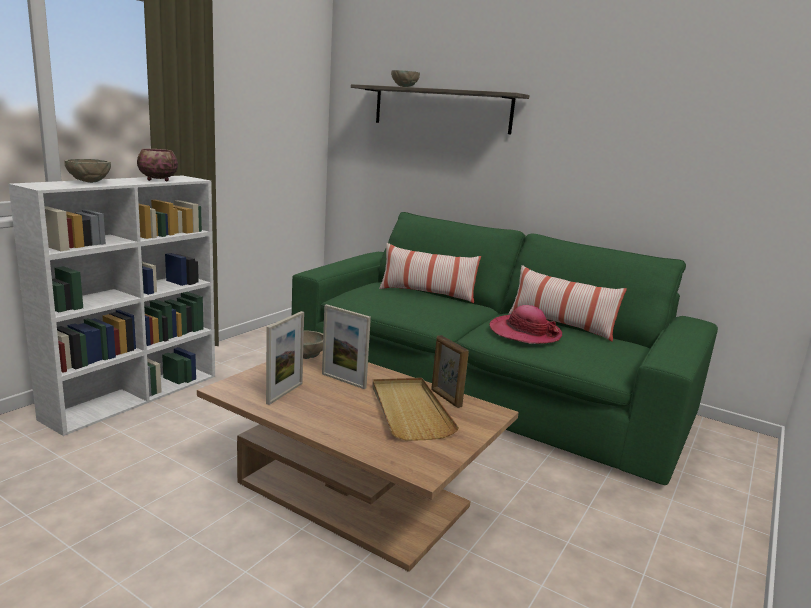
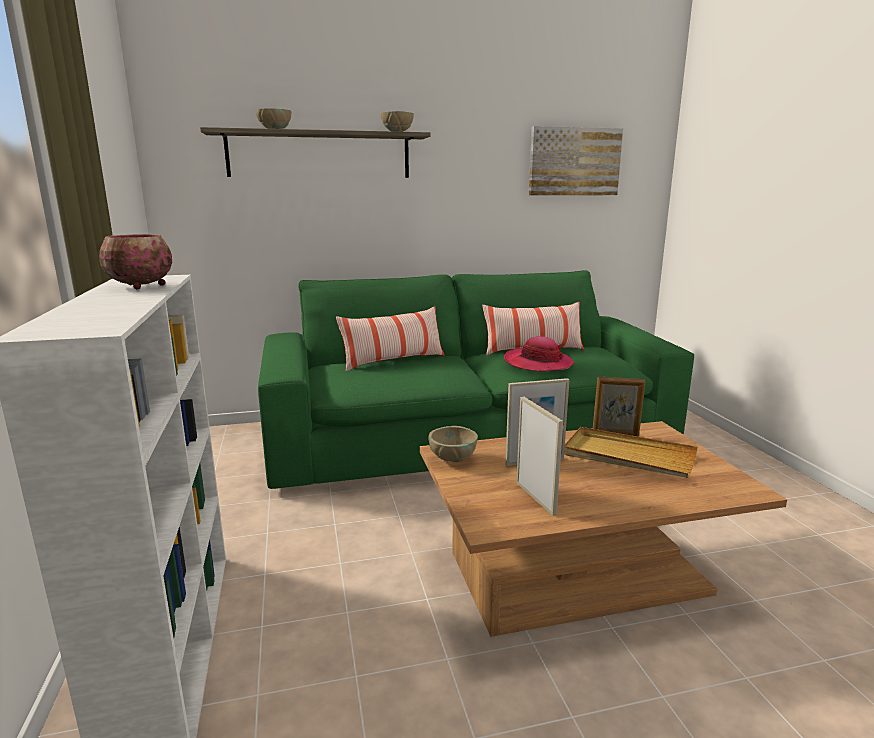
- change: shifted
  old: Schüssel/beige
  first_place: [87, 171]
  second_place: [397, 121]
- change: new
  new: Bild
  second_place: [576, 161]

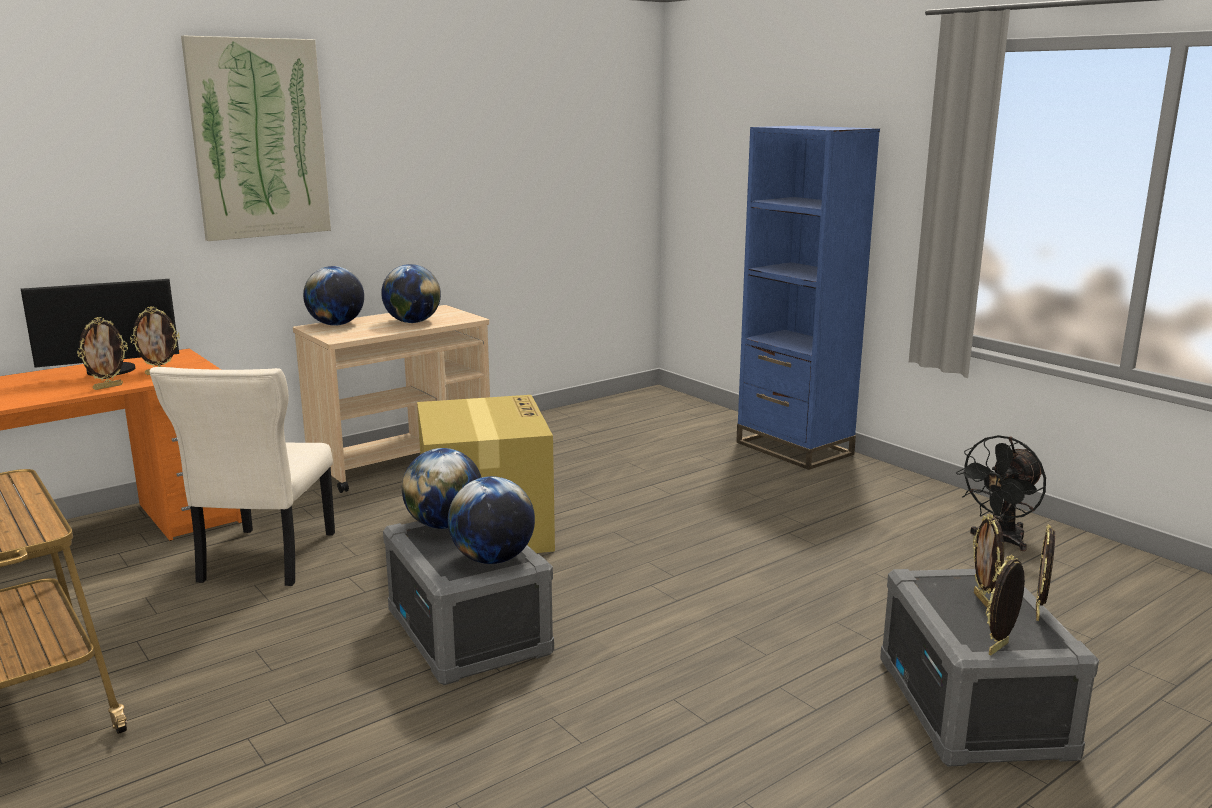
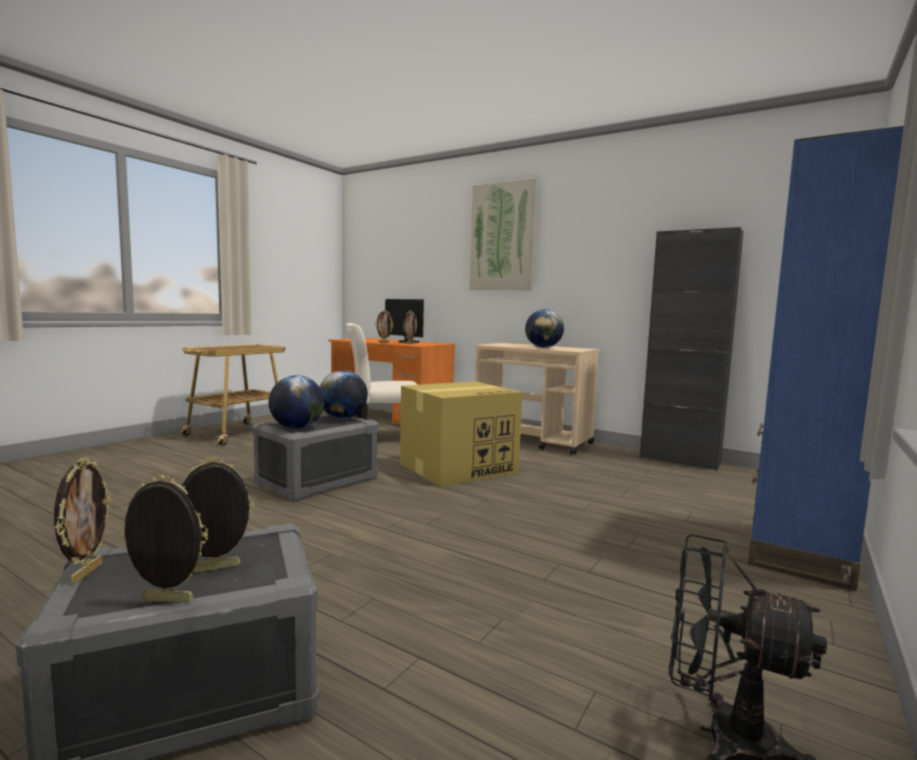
- change: gone
  old: Globus
  first_place: [333, 296]
- change: rotated
  old: Bilderrahmen
  first_place: [1005, 605]
  second_place: [82, 520]
  degrees: 60
- change: new
  new: Schrank/schwarz
  second_place: [691, 349]

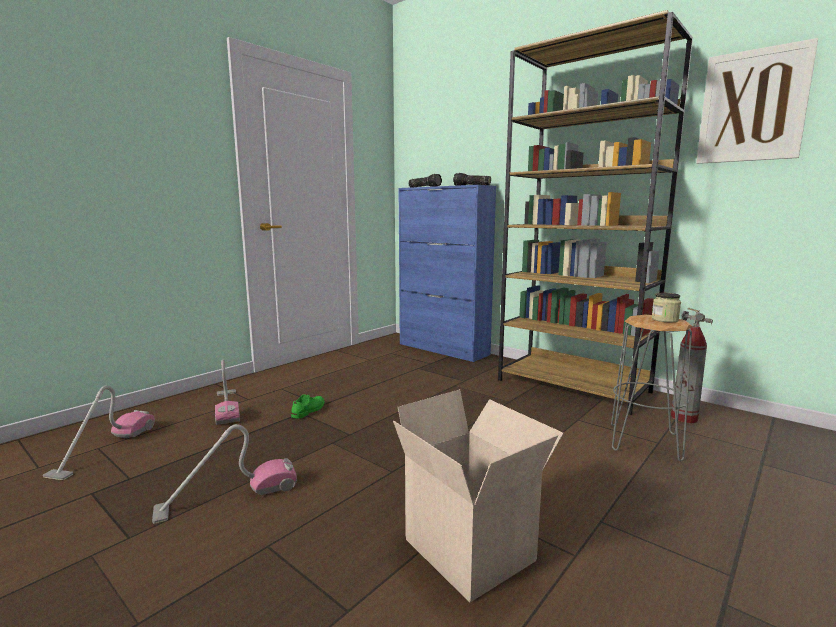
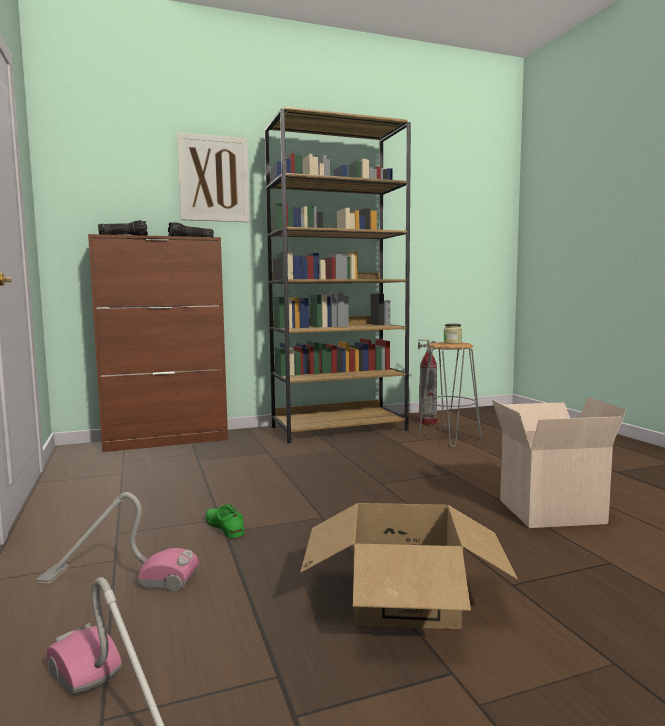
- change: shifted
  old: Bild
  first_place: [757, 101]
  second_place: [213, 177]
- change: repainted
  old: Schrank/blau
  new: Schrank/braun
  first_place: [447, 273]
  second_place: [158, 343]
- change: swapped
  old: Staubsauger
  new: Karton
  first_place: [224, 474]
  second_place: [409, 566]

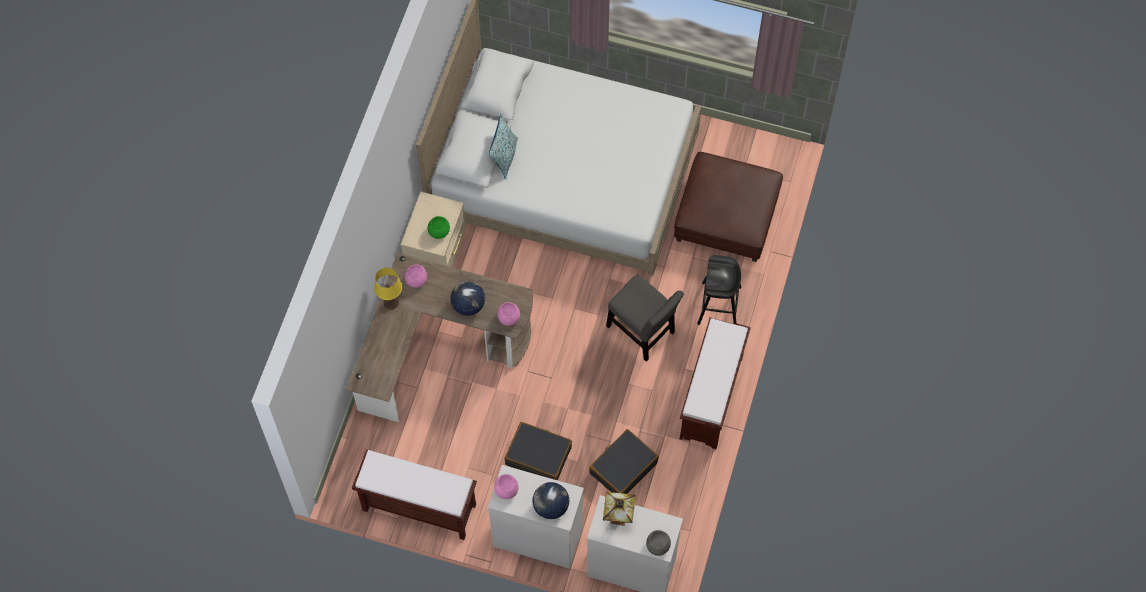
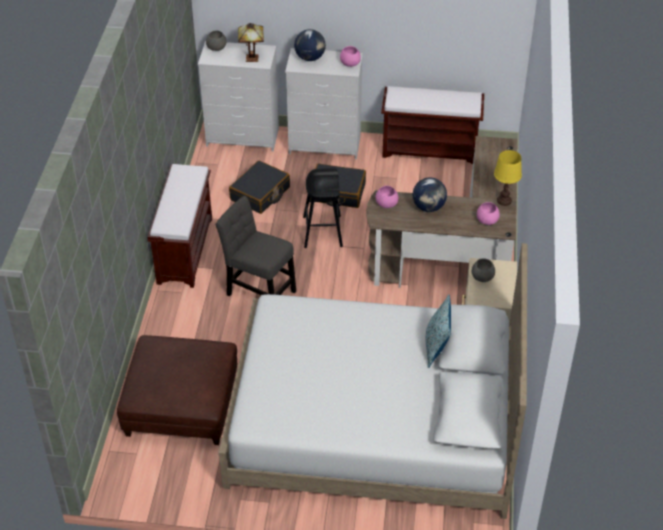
- change: repainted
  old: Schüssel/grün
  new: Schüssel/grau
  first_place: [439, 227]
  second_place: [483, 270]
- change: shifted
  old: Hocker/schwarz
  first_place: [719, 290]
  second_place: [323, 208]

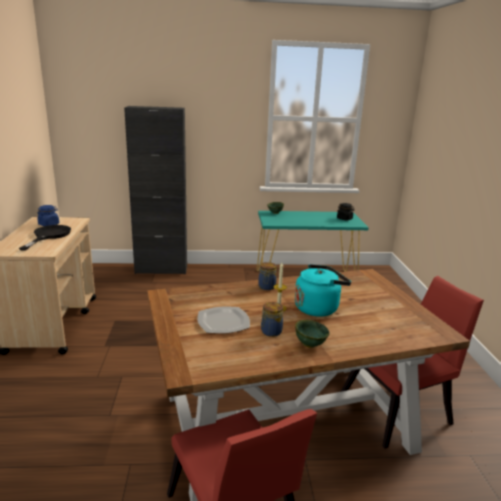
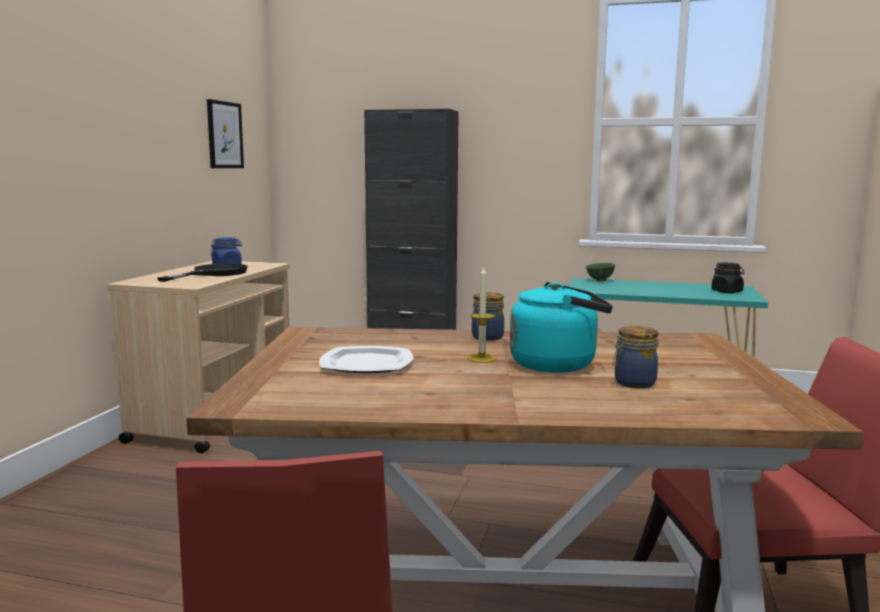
- change: shifted
  old: Vorratsglas
  first_place: [272, 319]
  second_place: [635, 357]
- change: gone
  old: Schüssel/grün
  first_place: [312, 334]
- change: new
  new: Bild
  second_place: [225, 133]

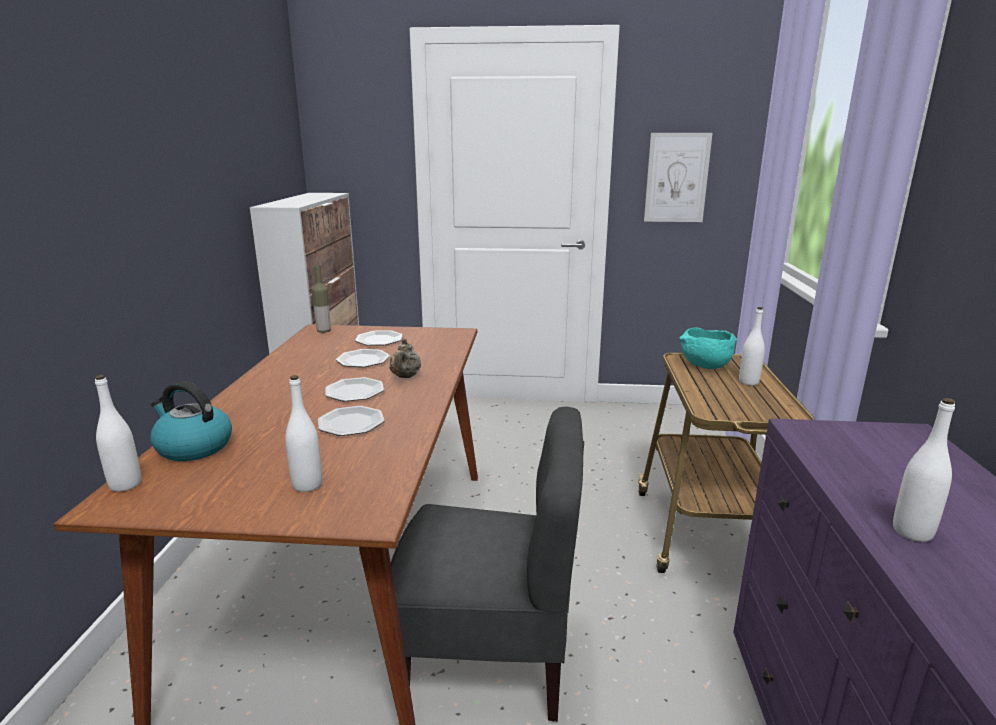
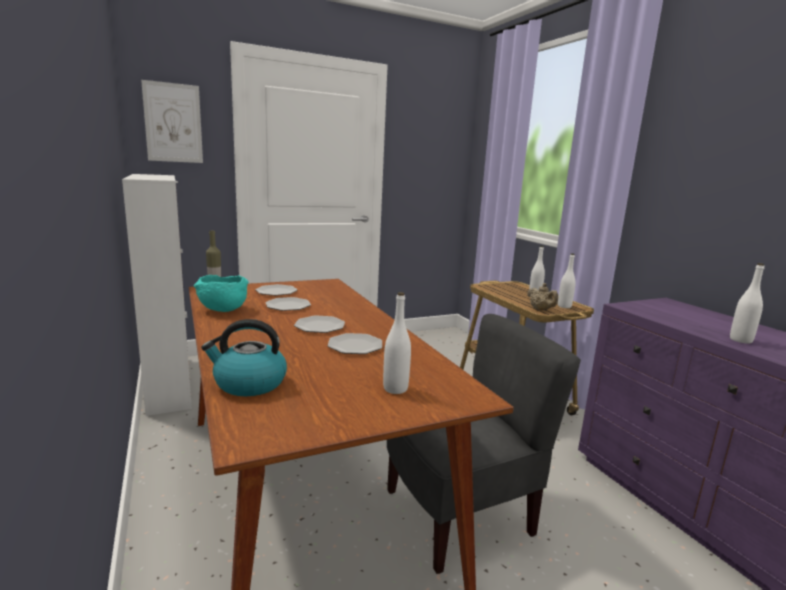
- change: shifted
  old: Bild
  first_place: [678, 177]
  second_place: [172, 121]
- change: shifted
  old: Schüssel/türkis
  first_place: [708, 348]
  second_place: [221, 293]
- change: shifted
  old: Teekanne/beige
  first_place: [405, 358]
  second_place: [542, 296]
- change: shifted
  old: Flasche/weiß
  first_place: [118, 433]
  second_place: [567, 280]

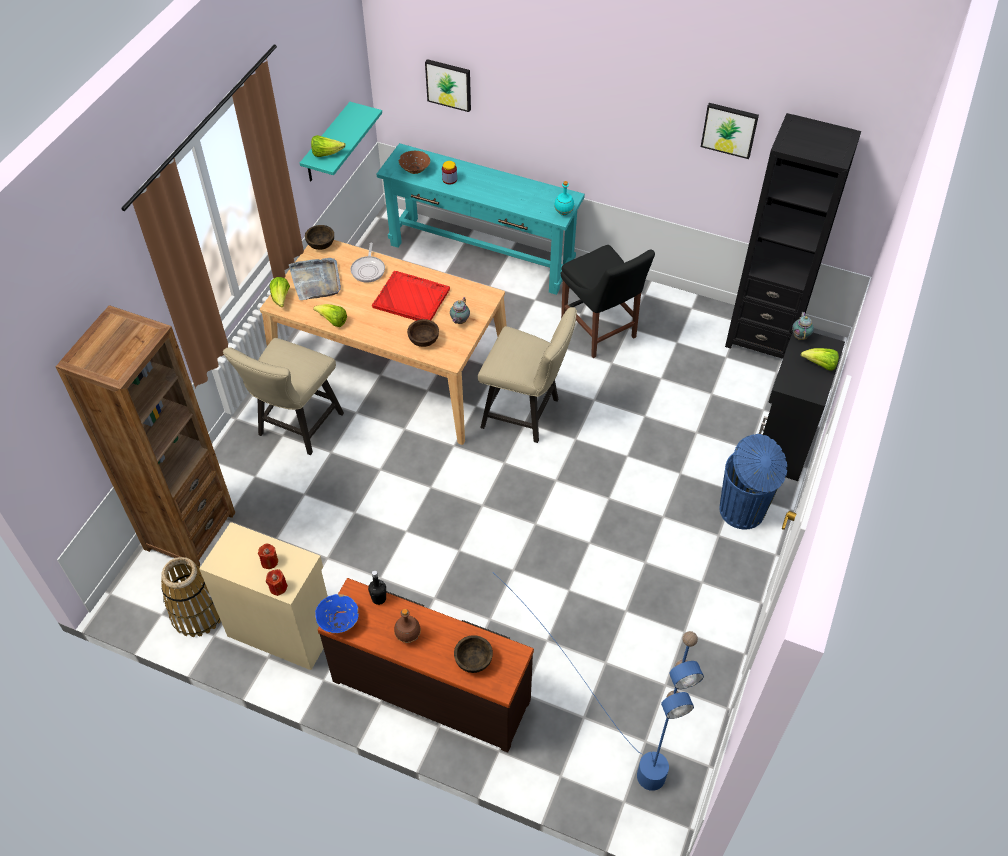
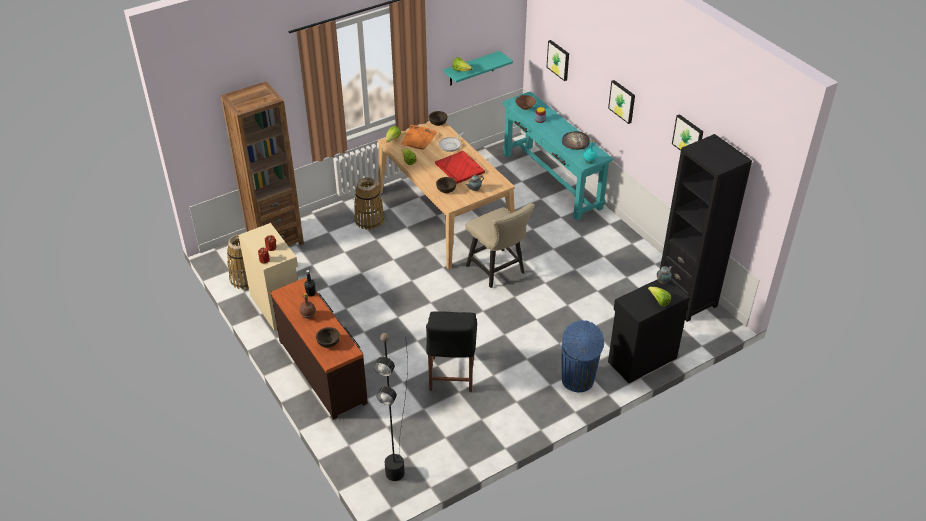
- change: shifted
  old: Stuhl/schwarz
  first_place: [608, 301]
  second_place: [451, 351]
- change: repainted
  old: Tablett/grau
  new: Tablett/orange
  first_place: [315, 279]
  second_place: [419, 137]
- change: swapped
  old: Stuhl/beige
  new: Korb
  first_place: [283, 396]
  second_place: [369, 203]
- change: repainted
  old: Stehlampe/blau
  new: Stehlampe/schwarz
  first_place: [599, 682]
  second_place: [391, 407]
- change: gone
  old: Schüssel/blau
  first_place: [337, 613]
- change: new
  new: Bild
  second_place: [621, 102]
- change: new
  new: Brot
  second_place: [576, 140]

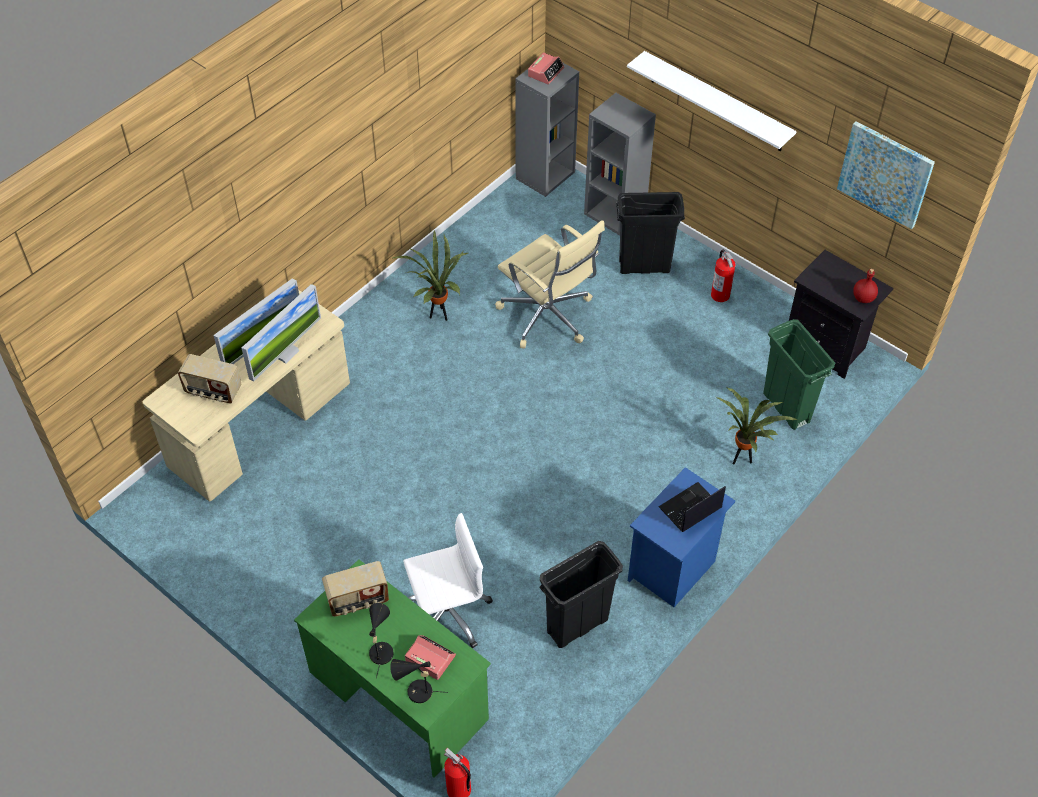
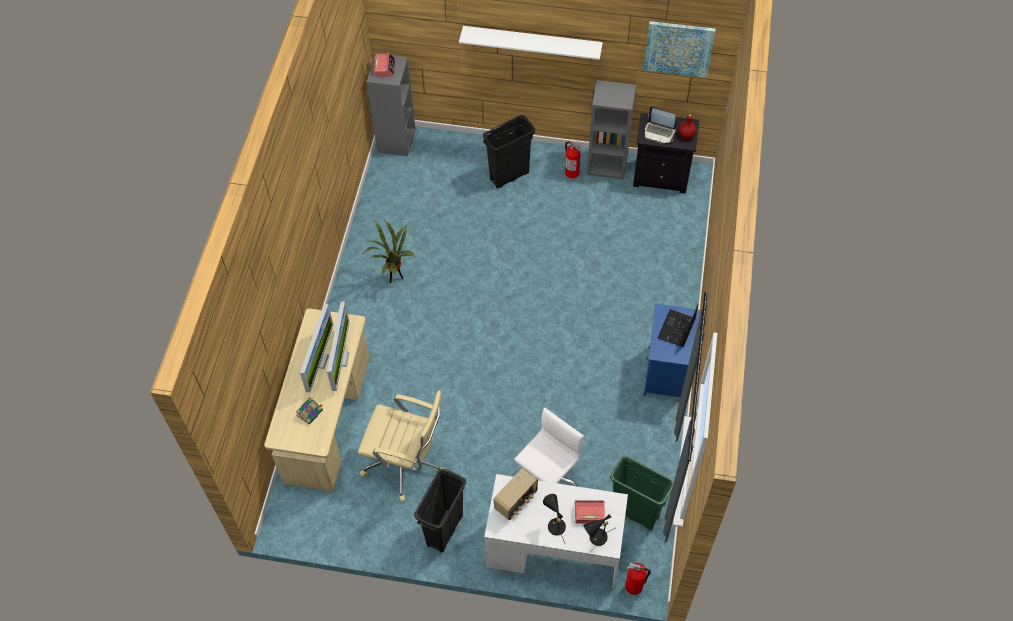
- change: shifted
  old: Bücherregal/grau
  first_place: [620, 164]
  second_place: [611, 130]
- change: shifted
  old: Bürostuhl/beige
  first_place: [550, 284]
  second_place: [401, 446]
- change: shifted
  old: Mülleimer/grün
  first_place: [799, 374]
  second_place: [642, 492]
- change: swapped
  old: Radio
  new: Buch
  first_place: [210, 378]
  second_place: [309, 411]
- change: gone
  old: Topfpflanze
  first_place: [757, 426]
- change: shifted
  old: Mülleimer/schwarz
  first_place: [581, 594]
  second_place: [440, 510]
- change: repainted
  old: Schreibtisch/grün
  new: Schreibtisch/weiß
  first_place: [392, 668]
  second_place: [556, 531]
- change: new
  new: Laptop
  second_place: [660, 125]

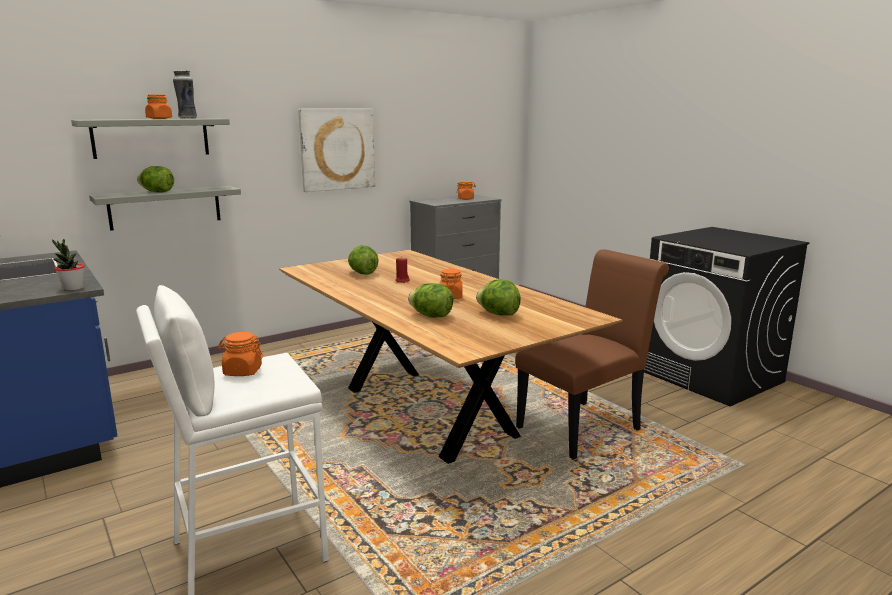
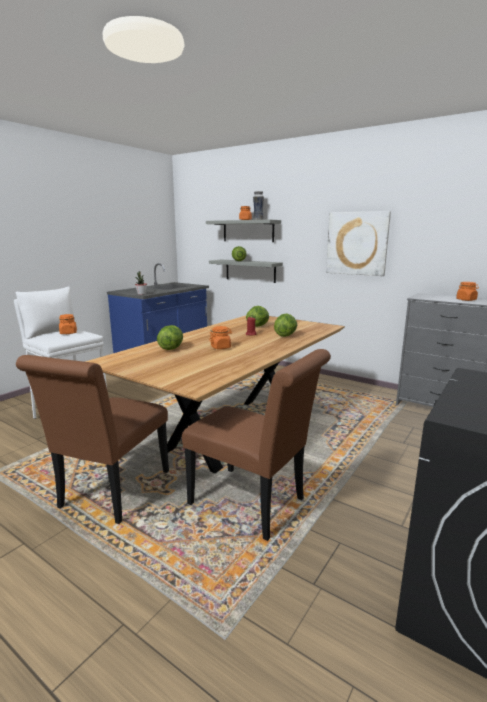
- change: shifted
  old: Salatkopf
  first_place: [498, 297]
  second_place: [285, 325]
- change: new
  new: Stuhl/braun
  second_place: [92, 439]

